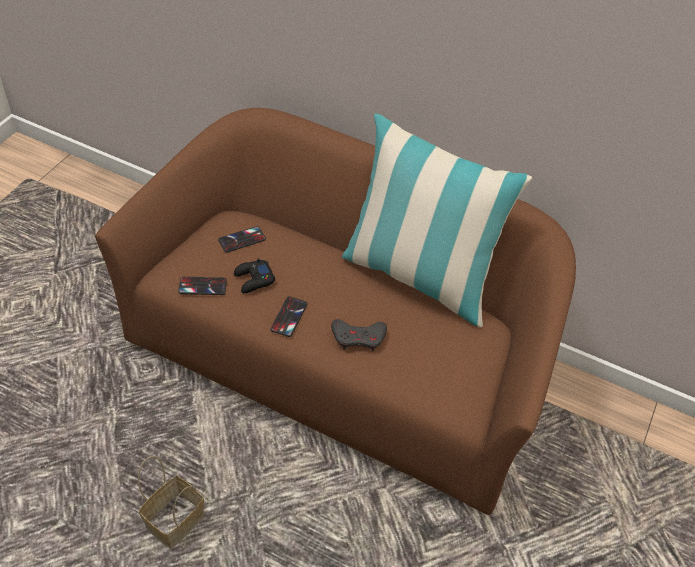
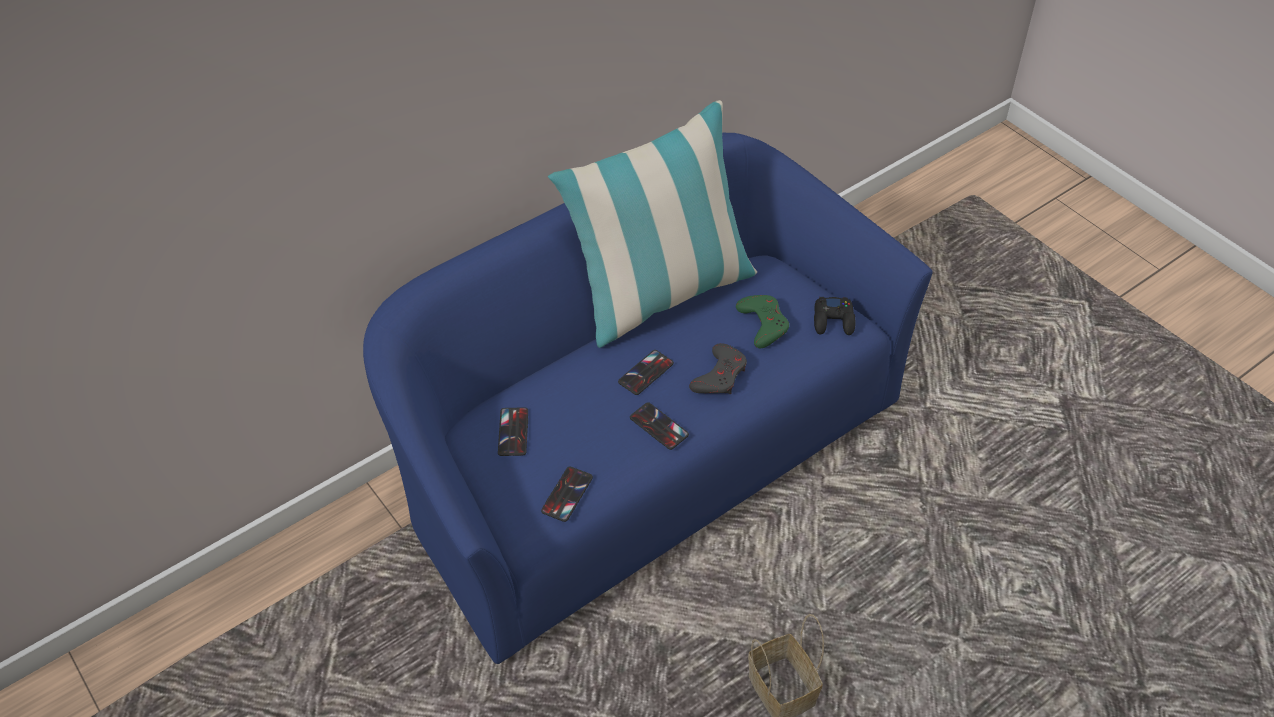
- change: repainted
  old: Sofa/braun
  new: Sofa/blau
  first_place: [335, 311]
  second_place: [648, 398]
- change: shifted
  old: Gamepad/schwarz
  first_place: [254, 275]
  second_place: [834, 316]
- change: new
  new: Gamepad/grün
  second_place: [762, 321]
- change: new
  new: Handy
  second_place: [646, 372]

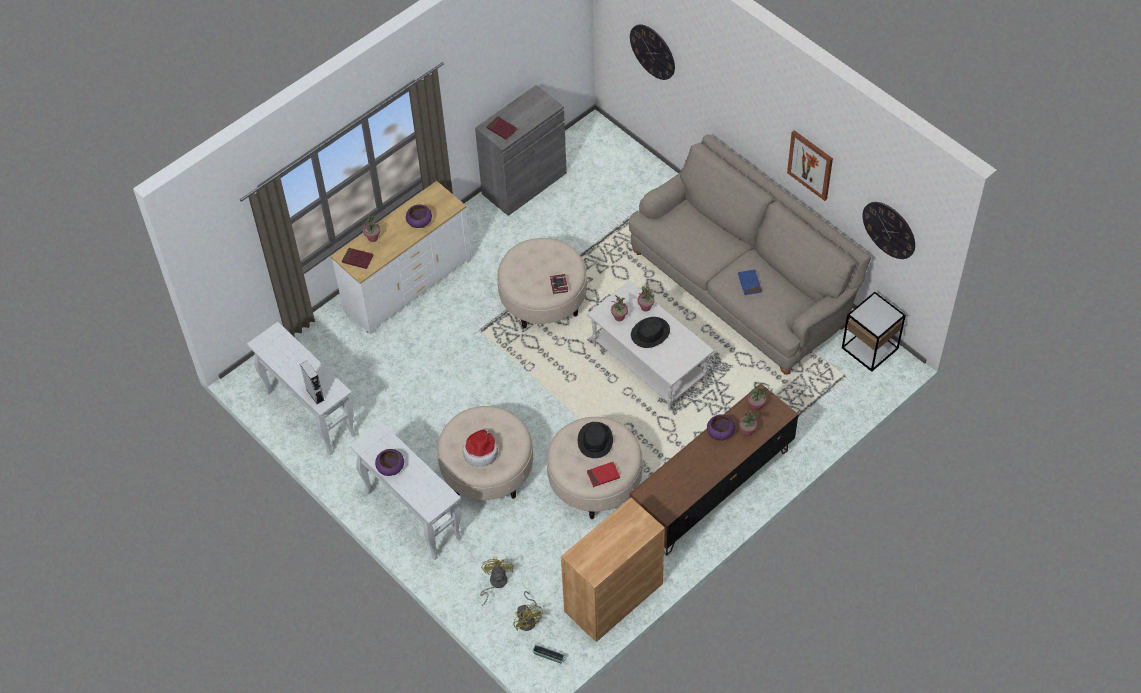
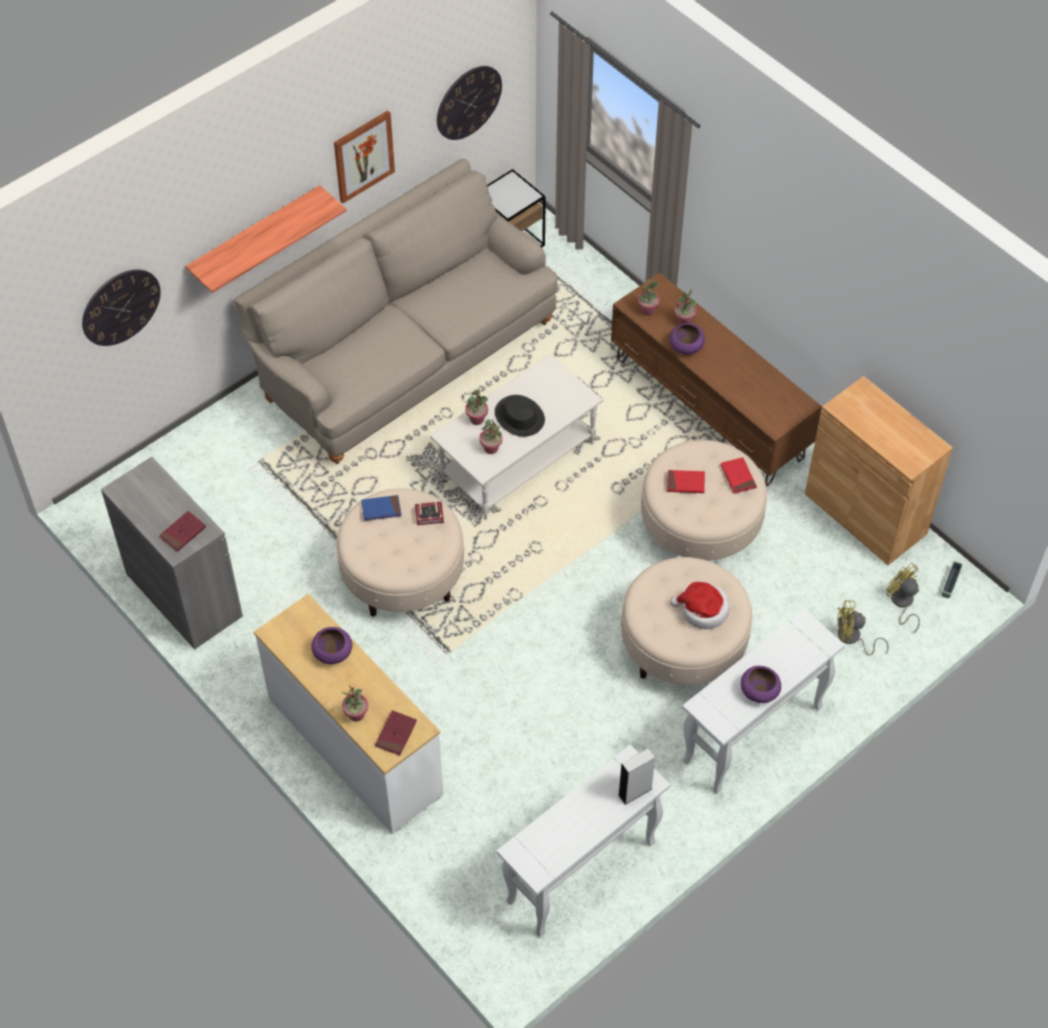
- change: shifted
  old: Buch/blau
  first_place: [750, 282]
  second_place: [381, 508]
- change: swapped
  old: Hut/schwarz
  new: Buch/rot
  first_place: [595, 440]
  second_place: [686, 481]
- change: rotated
  old: Ventilator/gelb
  first_place: [528, 611]
  second_place: [903, 598]
  degrees: -105
- change: new
  new: Wandregal
  second_place: [266, 239]

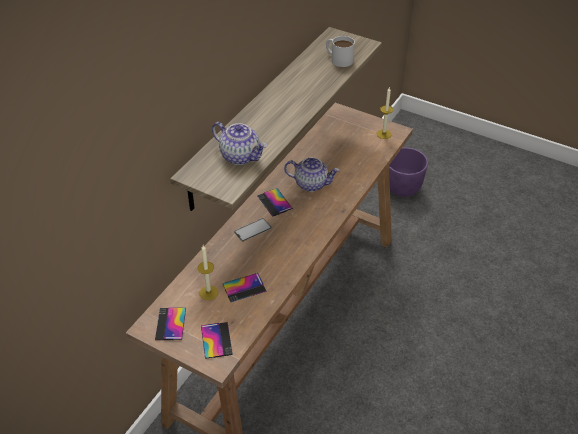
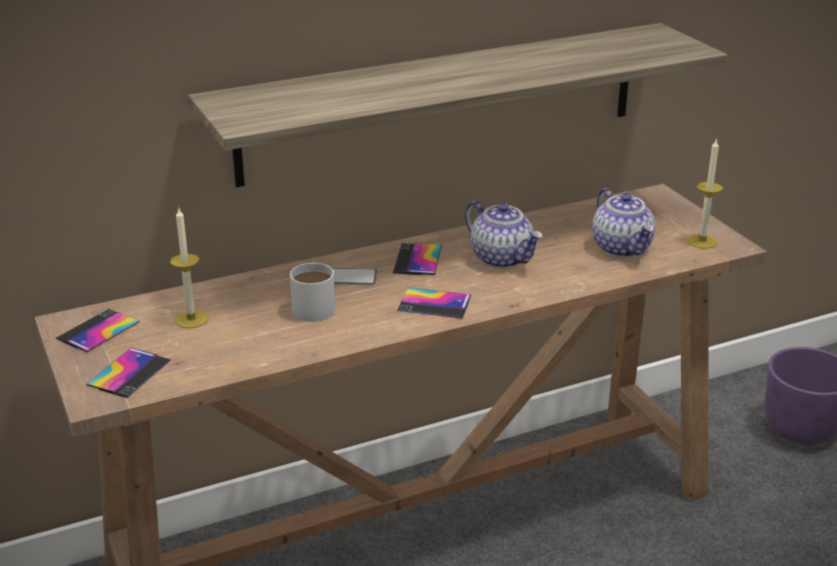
- change: shifted
  old: Henkelbecher/weiß
  first_place: [340, 51]
  second_place: [312, 292]
- change: shifted
  old: Teekanne
  first_place: [239, 143]
  second_place: [623, 222]
- change: shifted
  old: Handy
  first_place: [245, 287]
  second_place: [434, 303]

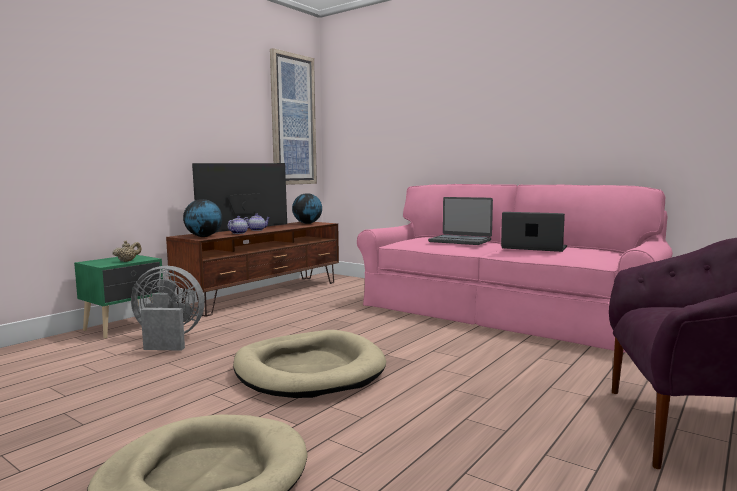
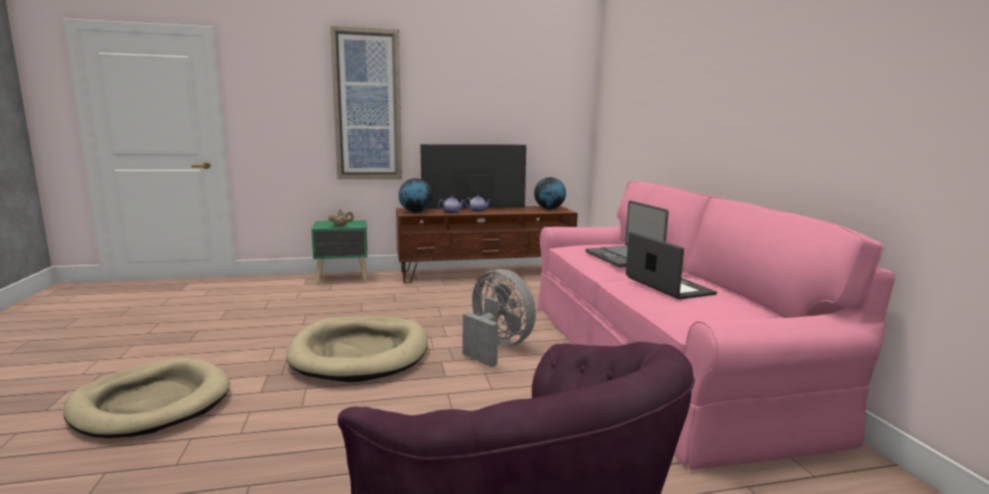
- change: shifted
  old: Bild
  first_place: [293, 116]
  second_place: [366, 102]
- change: shifted
  old: Ventilator/grau
  first_place: [168, 308]
  second_place: [499, 318]

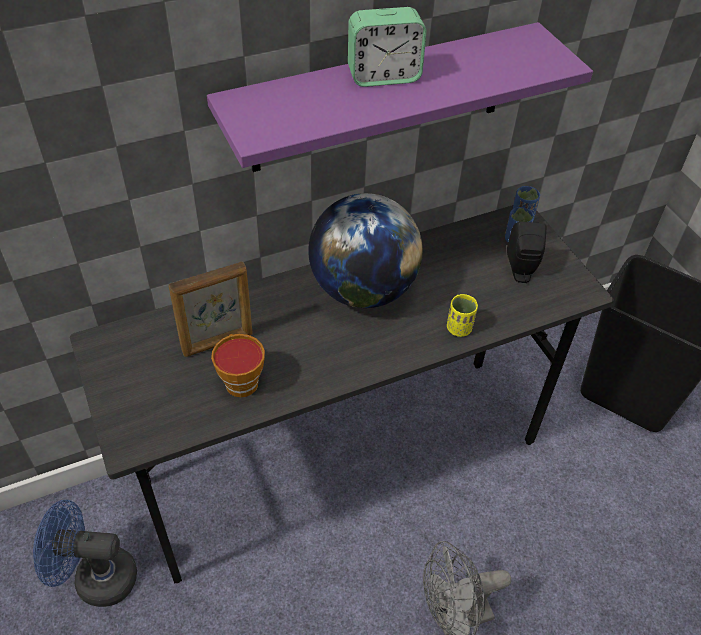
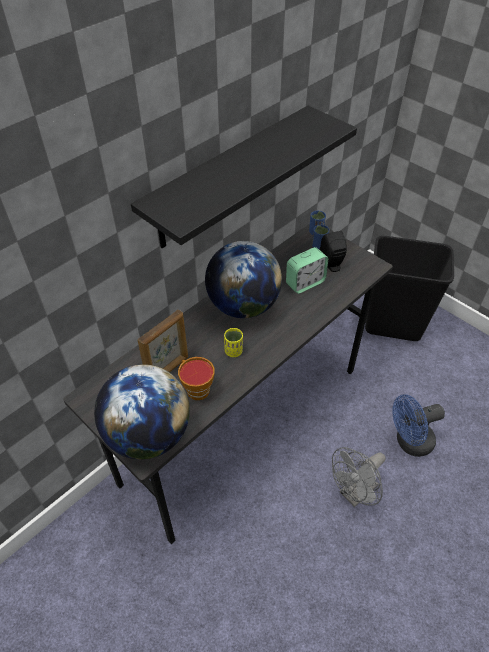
- change: shifted
  old: Wecker
  first_place: [387, 47]
  second_place: [307, 270]
- change: repainted
  old: Wandregal/lila
  new: Wandregal/schwarz
  first_place: [400, 97]
  second_place: [244, 176]
- change: shifted
  old: Tasse/gelb
  first_place: [462, 315]
  second_place: [233, 342]
- change: shifted
  old: Ventilator/blau
  first_place: [85, 553]
  second_place: [418, 425]
- change: new
  new: Globus
  second_place: [142, 411]

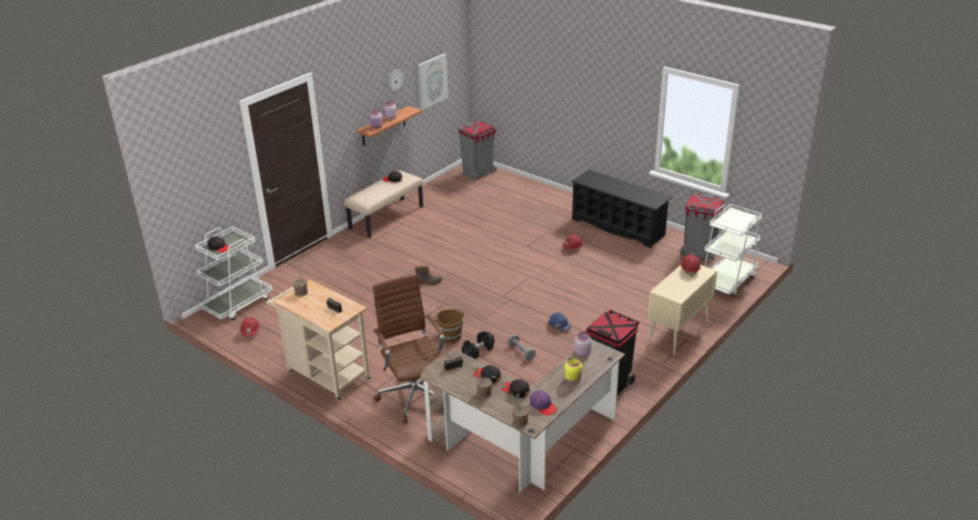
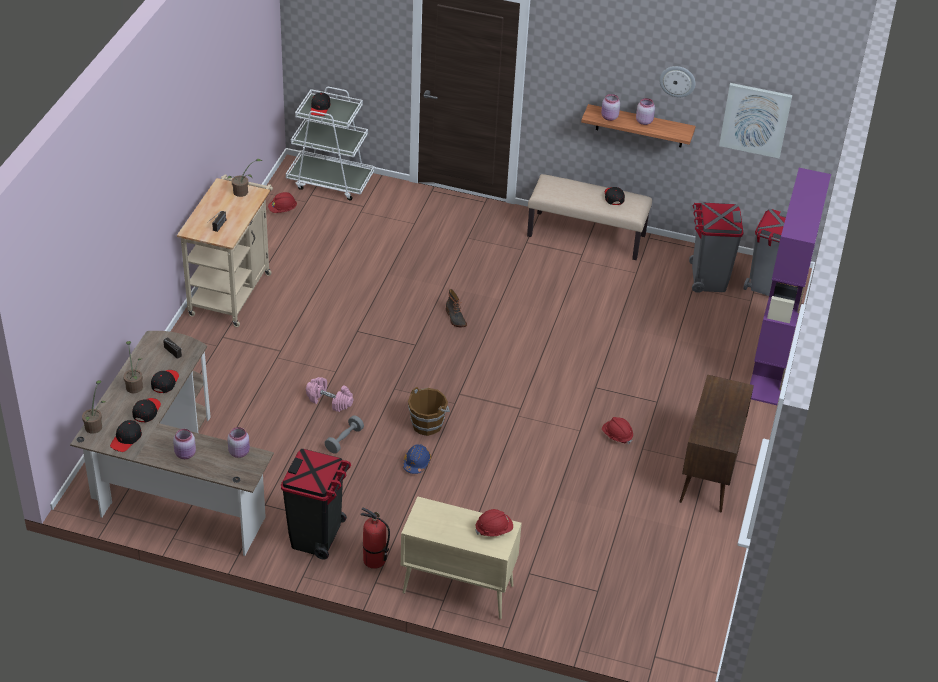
- change: swapped
  old: Schuhregal/schwarz
  new: Schrank/braun
  first_place: [622, 209]
  second_place: [716, 444]
- change: shifted
  old: Mülleimer/grau
  first_place: [702, 227]
  second_place: [716, 248]
- change: gone
  old: Rollwagen/weiß
  first_place: [733, 250]
- change: gone
  old: Bürostuhl/braun
  first_place: [408, 348]
- change: shifted
  old: Eimer/braun
  first_place: [449, 326]
  second_place: [429, 411]
- change: repainted
  old: Hantel/schwarz
  new: Hantel/rosa
  first_place: [478, 345]
  second_place: [329, 394]
- change: repainted
  old: Vorratsglas/gelb
  new: Vorratsglas/rosa
  first_place: [573, 369]
  second_place: [184, 444]
- change: repainted
  old: Kappe/lila
  new: Kappe/schwarz
  first_place: [543, 403]
  second_place: [126, 436]
- change: new
  new: Bücherregal/lila
  second_place: [790, 286]
- change: new
  new: Feuerlöscher
  second_place: [375, 538]

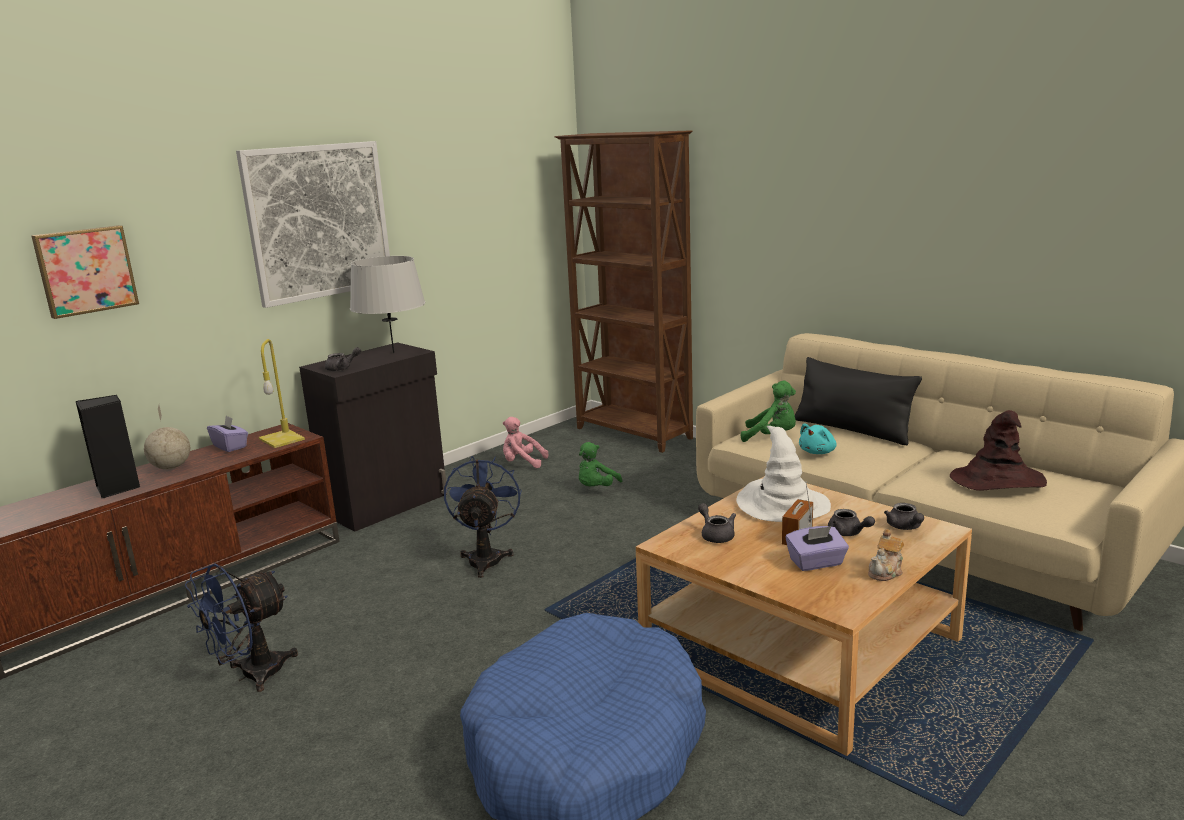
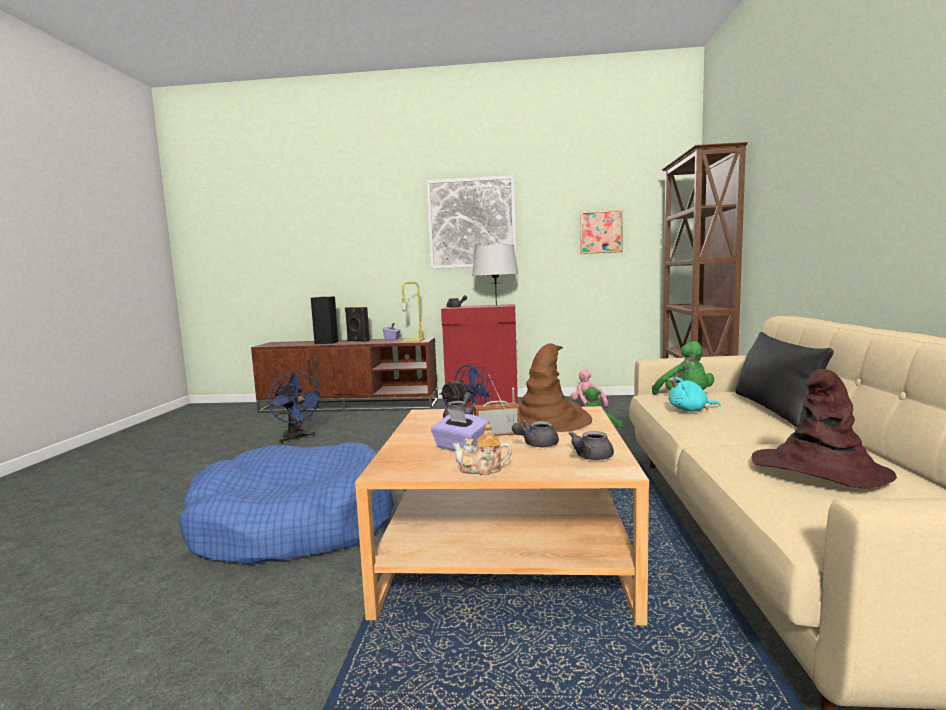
- change: shifted
  old: Bild
  first_place: [85, 272]
  second_place: [601, 232]
- change: repainted
  old: Schrank/schwarz
  new: Schrank/rot
  first_place: [373, 436]
  second_place: [479, 355]
- change: swapped
  old: Globus
  new: Lautsprecher/schwarz
  first_place: [167, 437]
  second_place: [357, 324]
- change: repainted
  old: Hut/weiß
  new: Hut/braun
  first_place: [783, 474]
  second_place: [555, 387]
- change: rotated
  old: Teekanne/grau
  first_place: [851, 522]
  second_place: [535, 433]
  degrees: 45
- change: rotated
  old: Ventilator/blau
  first_place: [241, 628]
  second_place: [296, 407]
  degrees: -135

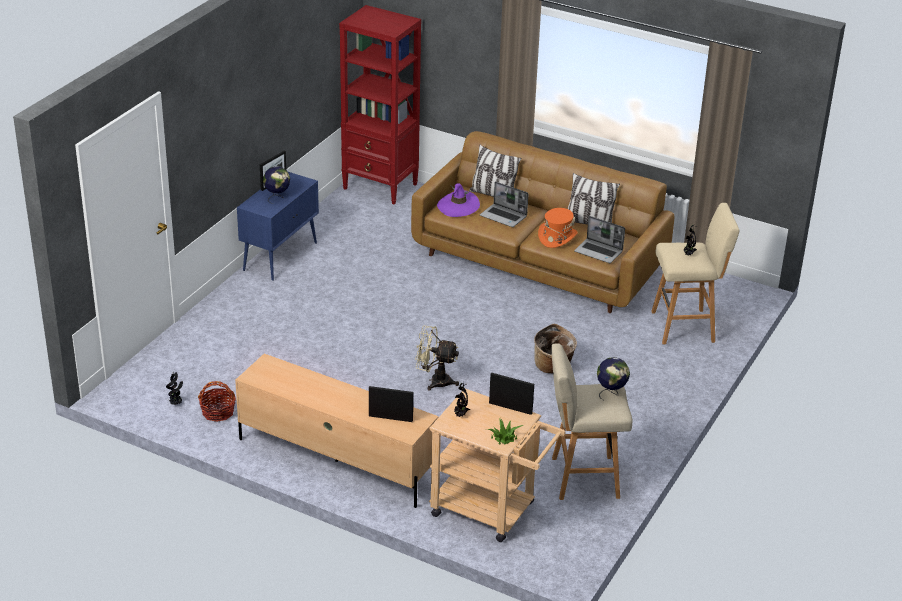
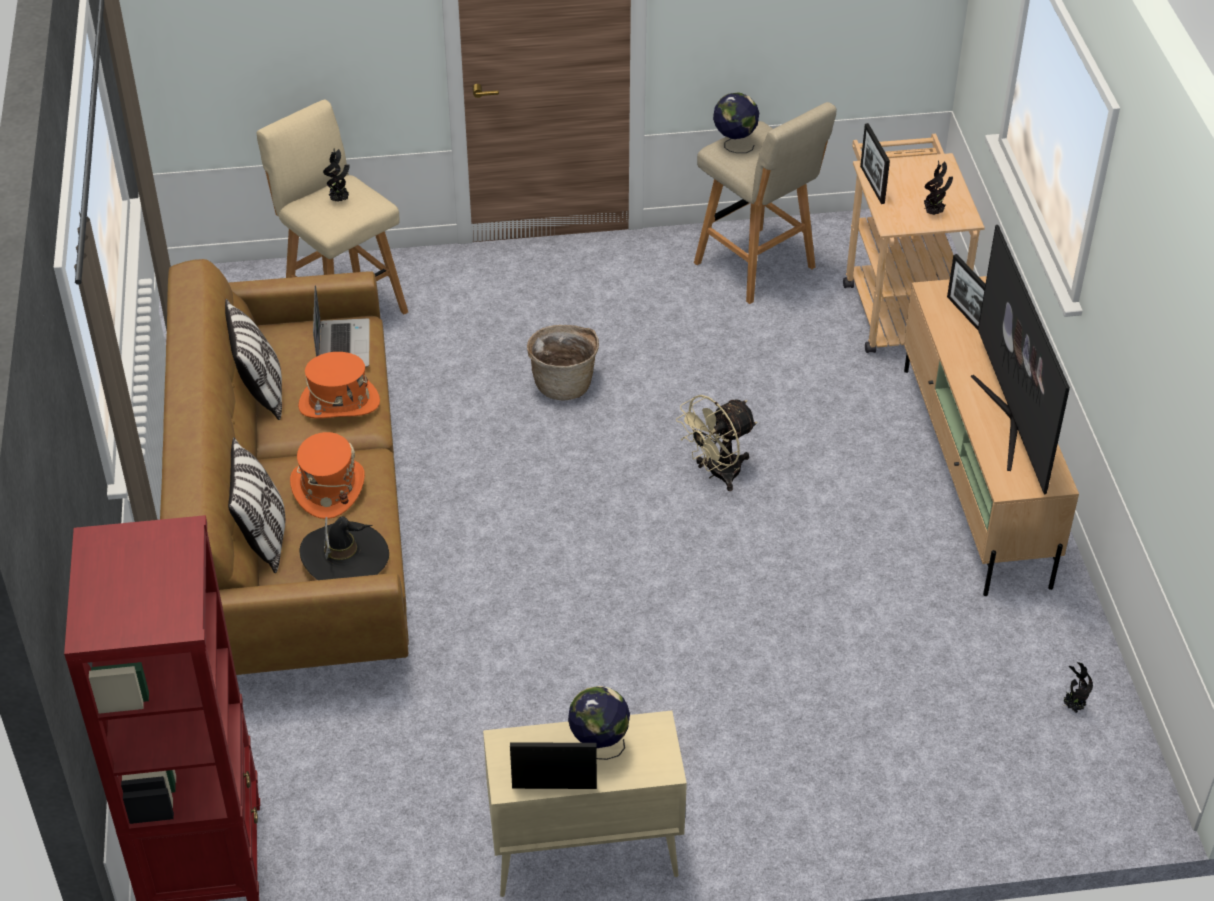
- change: repainted
  old: Schrank/blau
  new: Schrank/beige
  first_place: [278, 226]
  second_place: [585, 804]
- change: swapped
  old: Laptop
  new: Hut/orange
  first_place: [504, 204]
  second_place: [327, 475]
- change: repainted
  old: Hut/lila
  new: Hut/schwarz
  first_place: [458, 200]
  second_place: [344, 548]
- change: rotated
  old: Ventilator/beige
  first_place: [437, 358]
  second_place: [716, 443]
  degrees: 75
- change: gone
  old: Korb
  first_place: [217, 401]
- change: gone
  old: Topfpflanze
  first_place: [505, 431]
- change: new
  new: Fernseher
  second_place: [1020, 360]

